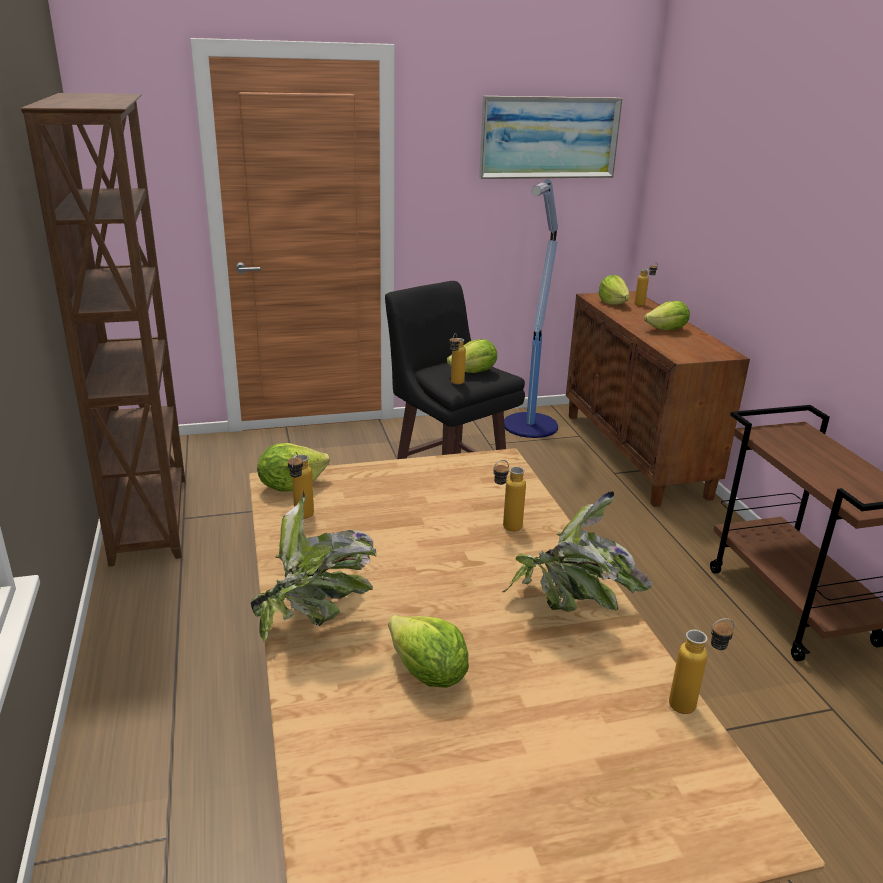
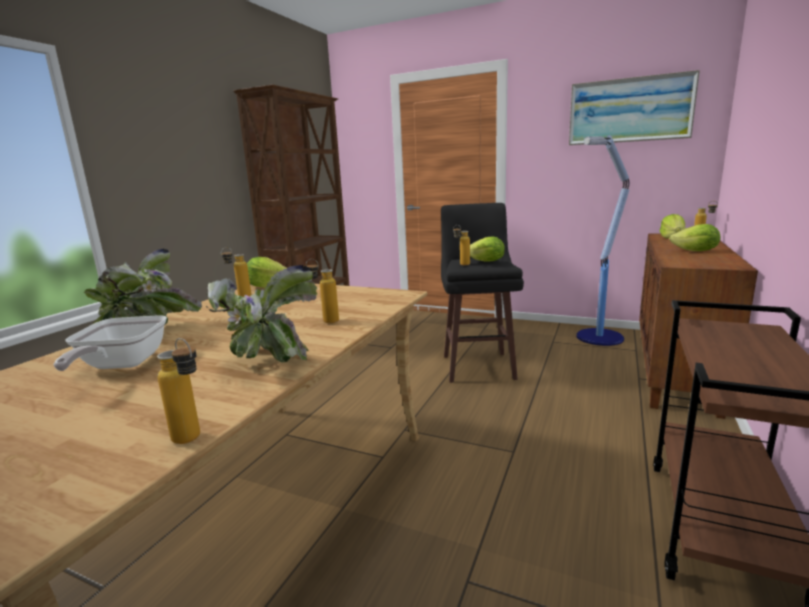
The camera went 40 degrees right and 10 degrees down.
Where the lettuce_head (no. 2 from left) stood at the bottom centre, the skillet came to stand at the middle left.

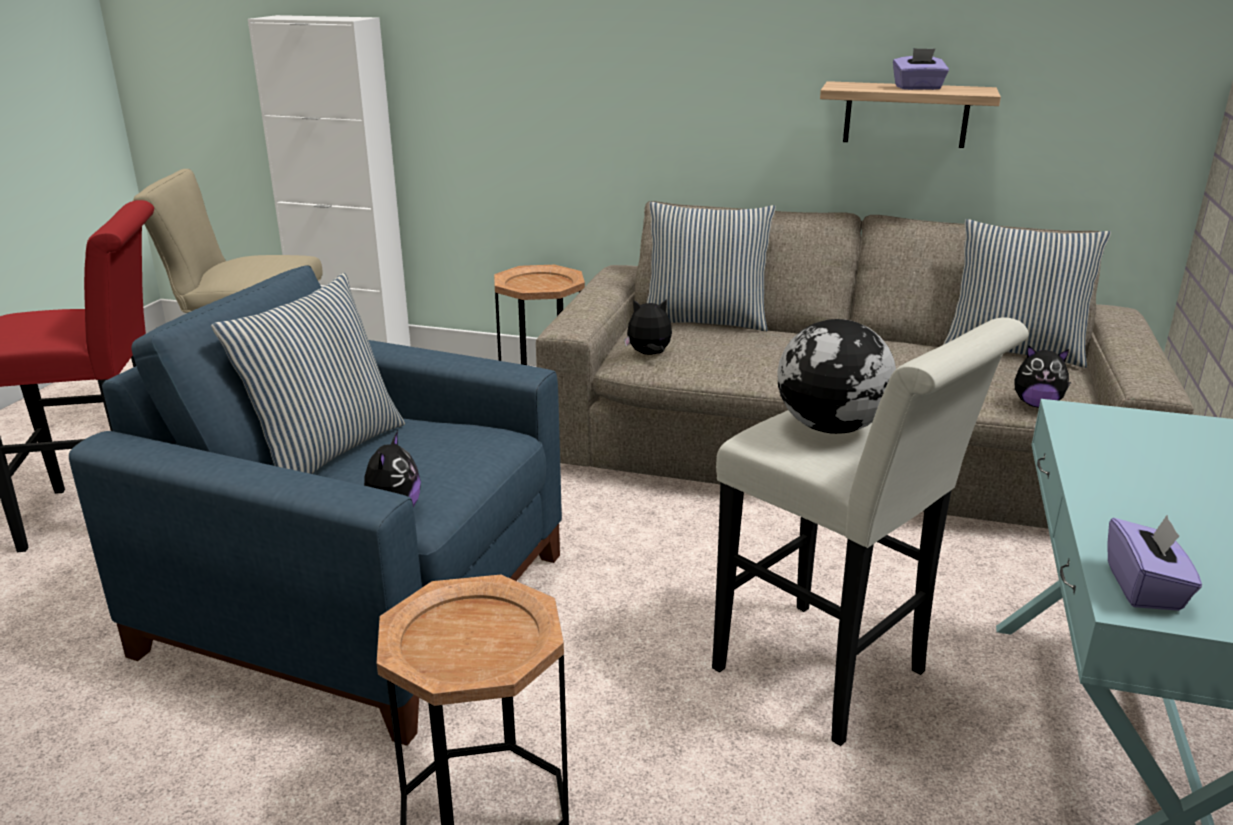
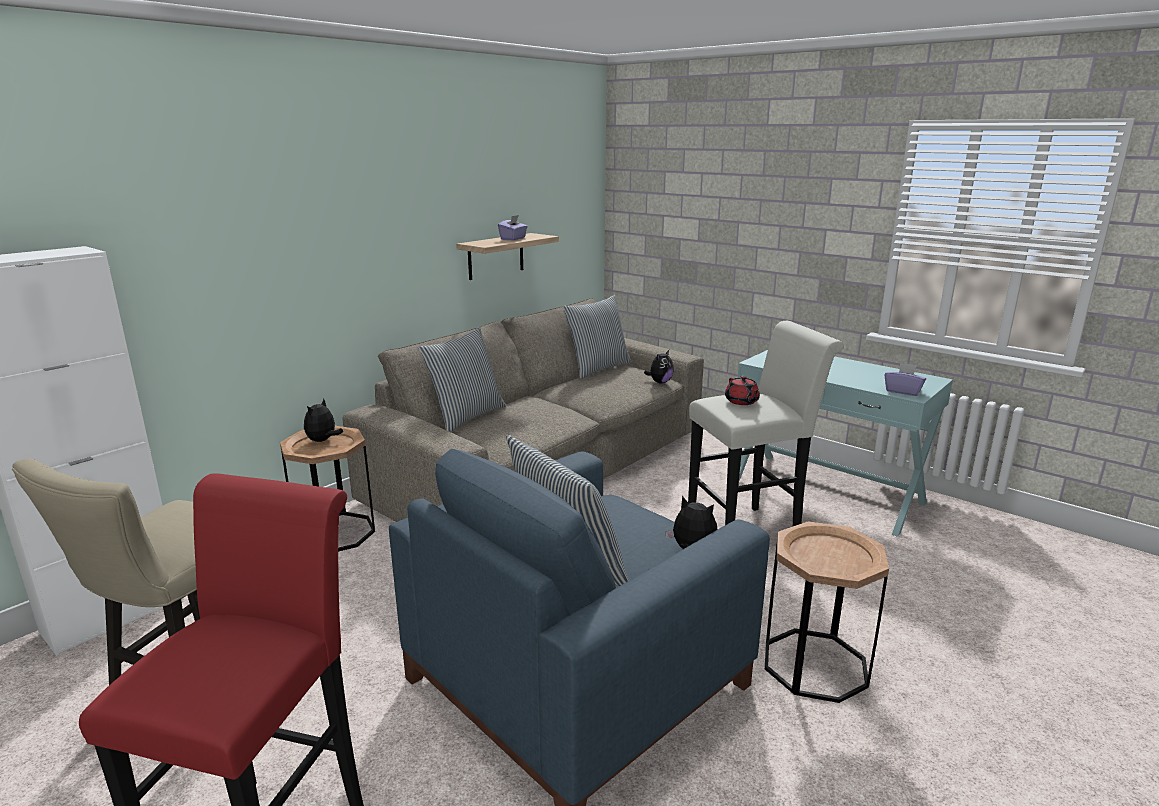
The camera went 65 degrees left and 5 degrees down.
The cuddly_toy (no. 2 from left in the first image) ended up elsewhere, having gone from the centre to the middle left.
Where the world_globe stood at the middle right, the red_pot_for_tea came to stand at the centre.

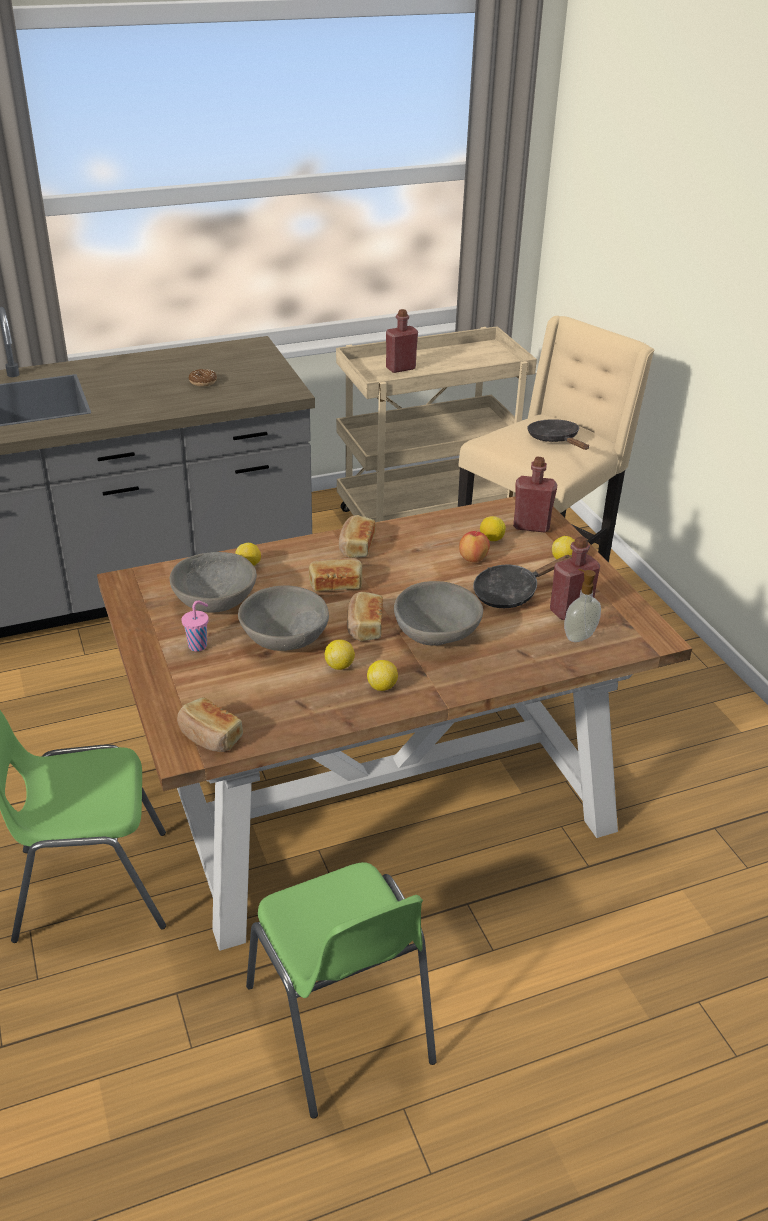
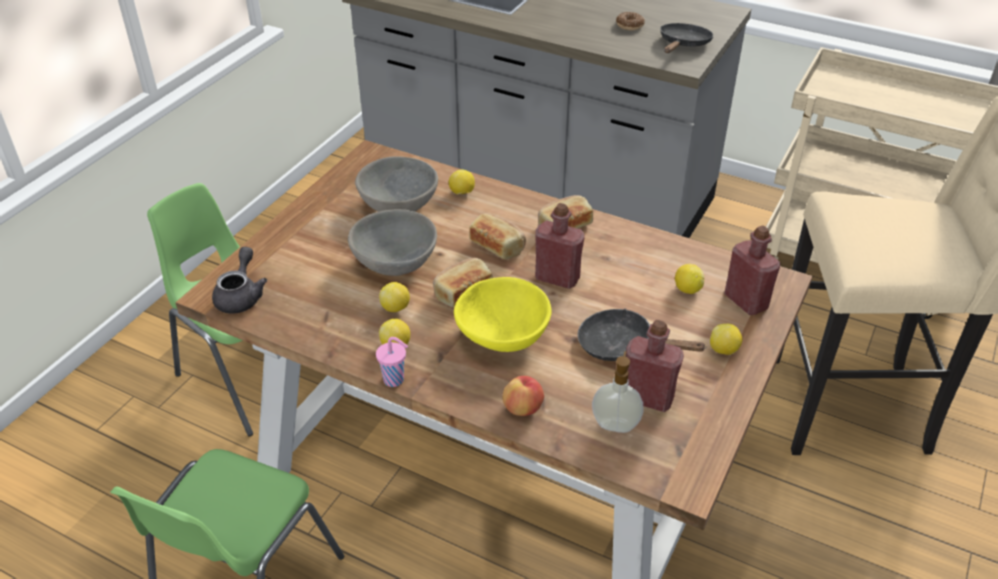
The camera went 50 degrees right and 5 degrees up.
The red_beverage_bottle (no. 1 from left) ended up elsewhere, having gone from the top centre to the centre.
The black-coloured_skillet (no. 2 from left) ended up elsewhere, having gone from the middle right to the top right.
The whole_apple ended up elsewhere, having gone from the centre to the bottom centre.
What was the grey_bowl (no. 3 from left) at the centre turned into the yellow_bowl at the centre.
The pinkish_small_cup ended up elsewhere, having gone from the middle left to the centre.
Where the bread (no. 1 from left) stood at the middle left, the grey_pot_for_tea came to stand at the middle left.

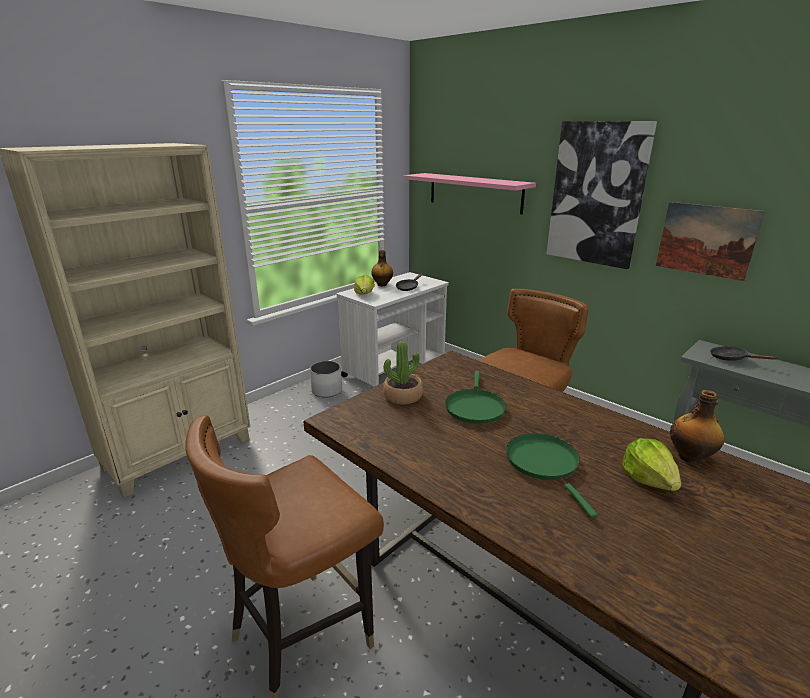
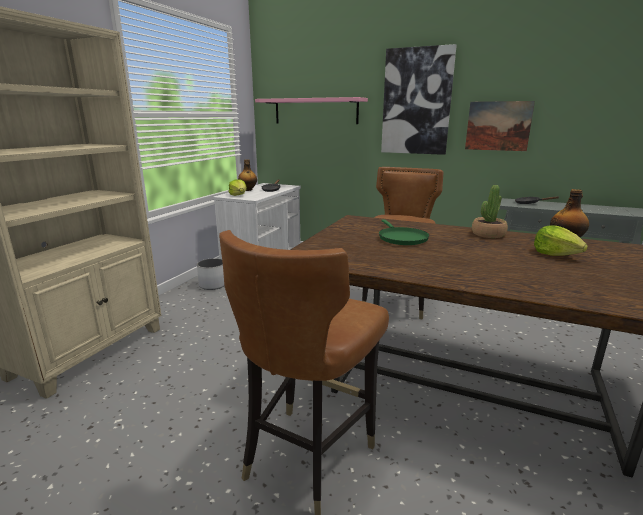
The camera went 20 degrees left and 5 degrees down.
The potted_plant ended up elsewhere, having gone from the centre to the middle right.
The second view lost the greenish_skillet (no. 2 from left) at the bottom right.

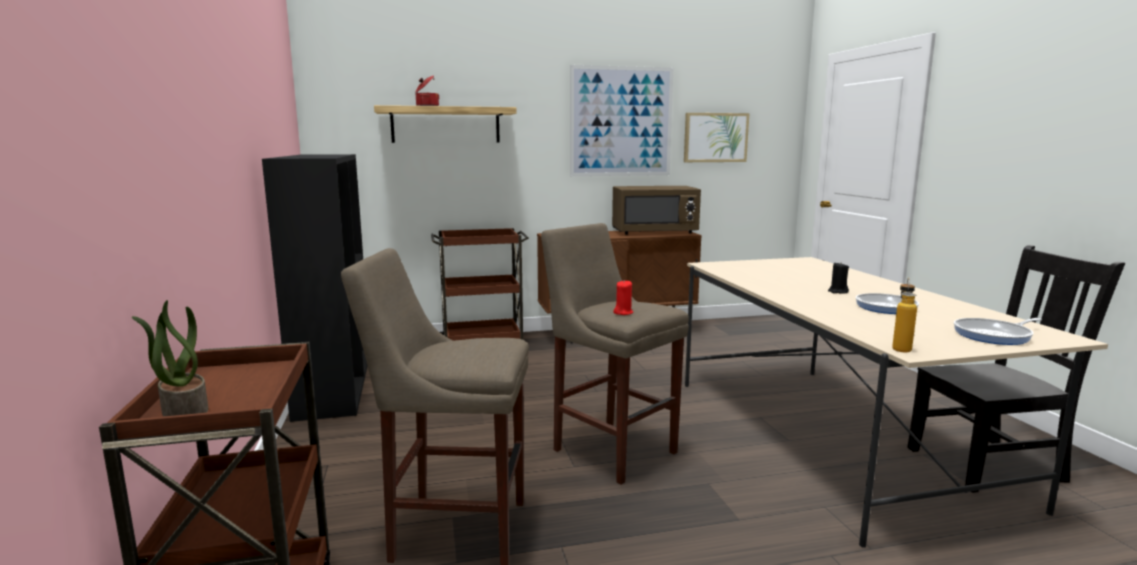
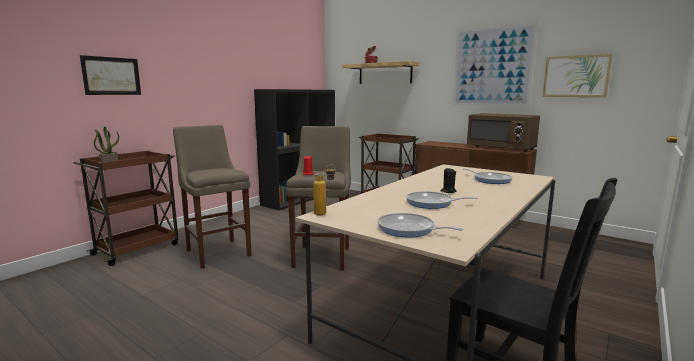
The camera went 50 degrees right and 0 degrees up.
The second view gained the wall_picture (no. 1 from left) at the top left.
The second view gained the skillet (no. 3 from left) at the middle right.

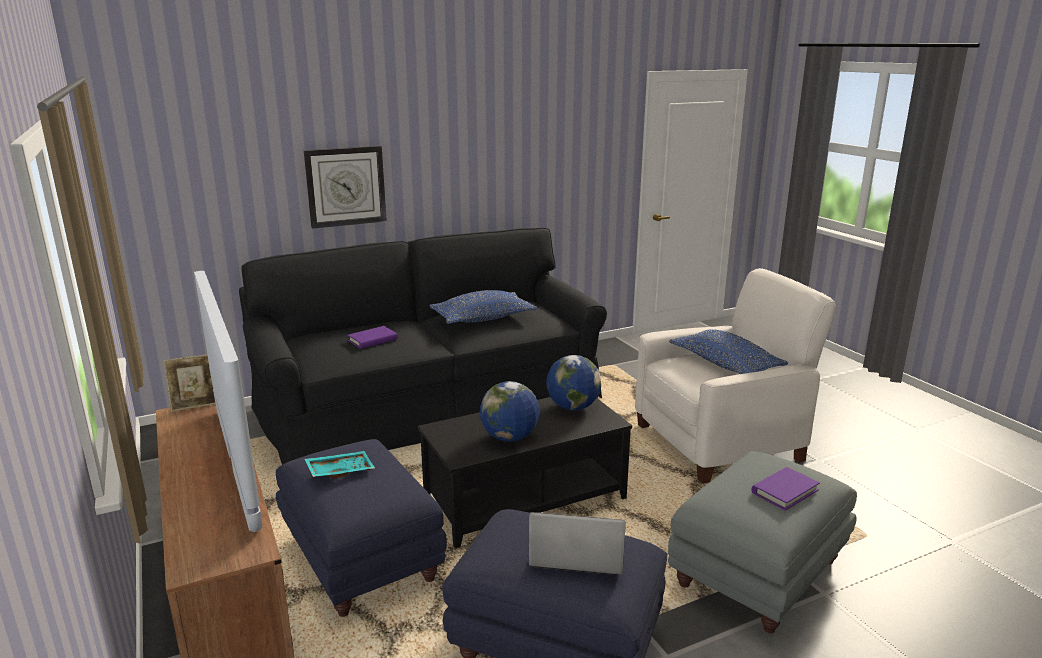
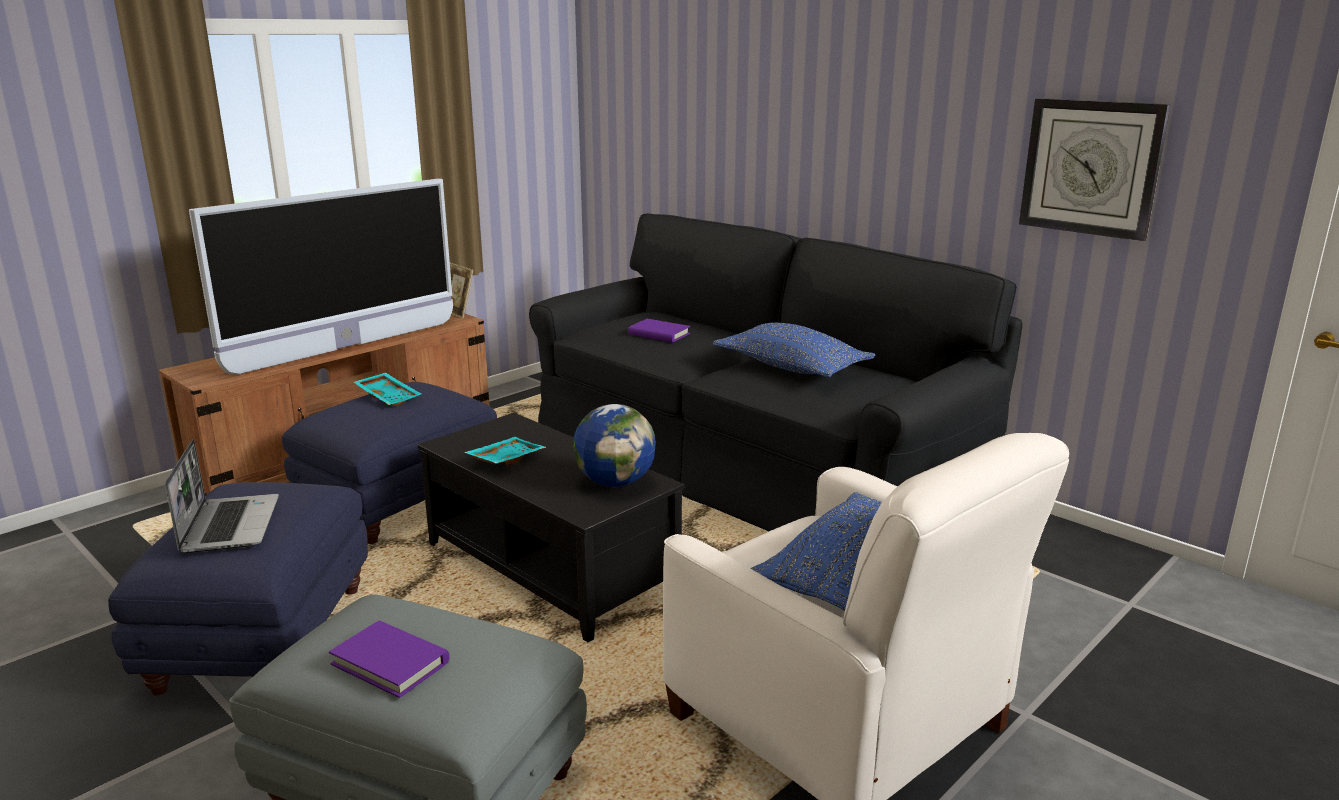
The camera went 70 degrees right and 0 degrees up.
The clock_on_the_wall ended up elsewhere, having gone from the top left to the top right.
Where the world_globe (no. 1 from left) stood at the centre, the turquoise-coloured_carrying_tray (no. 2 from left) came to stand at the centre.

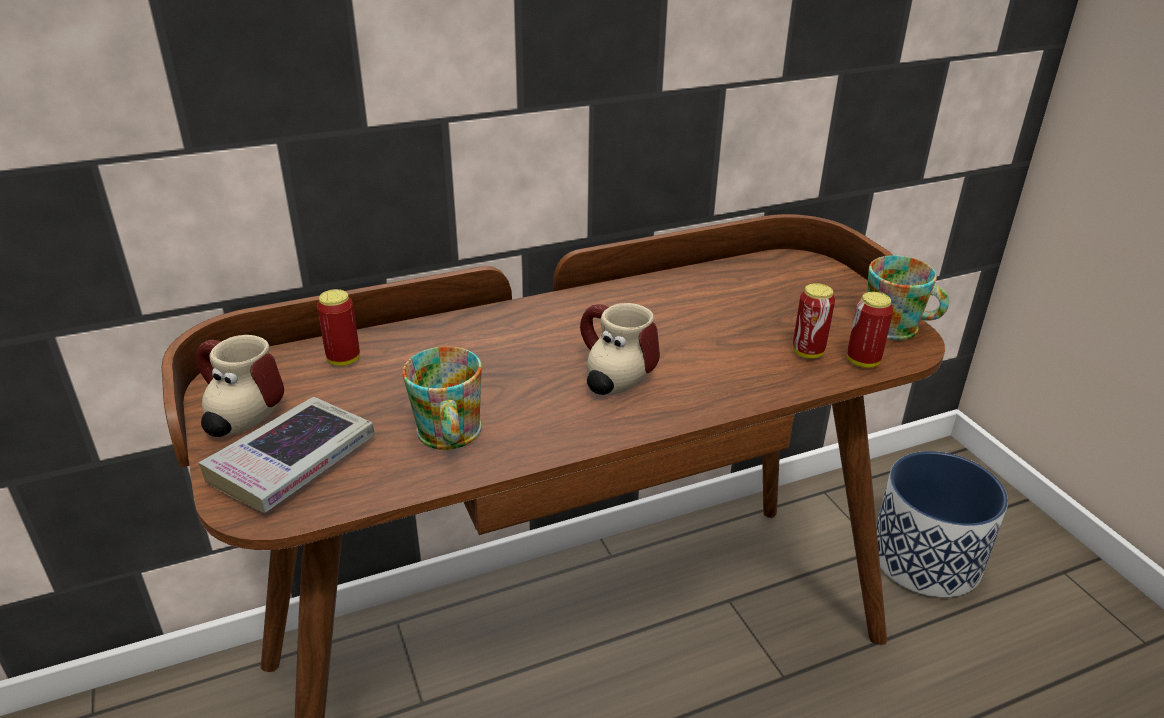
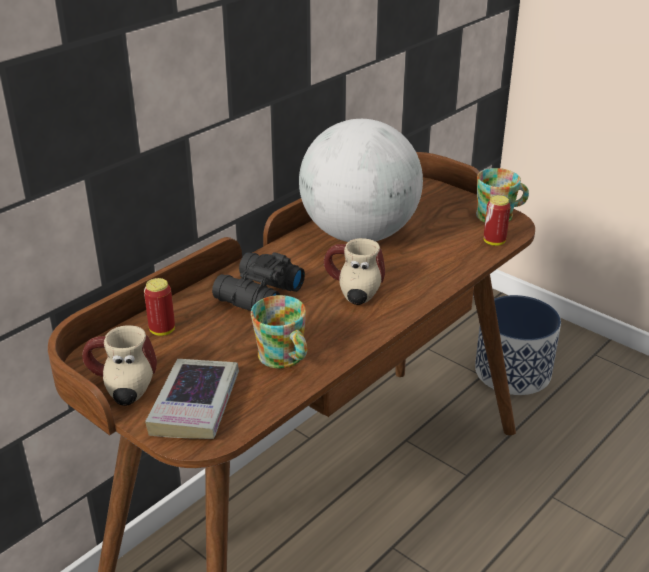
The camera went 25 degrees left and 0 degrees up.
The second view lost the sealed_can (no. 2 from left) at the middle right.
The second view gained the world_globe at the top centre.
The second view gained the black-coloured_field_glasses at the centre.

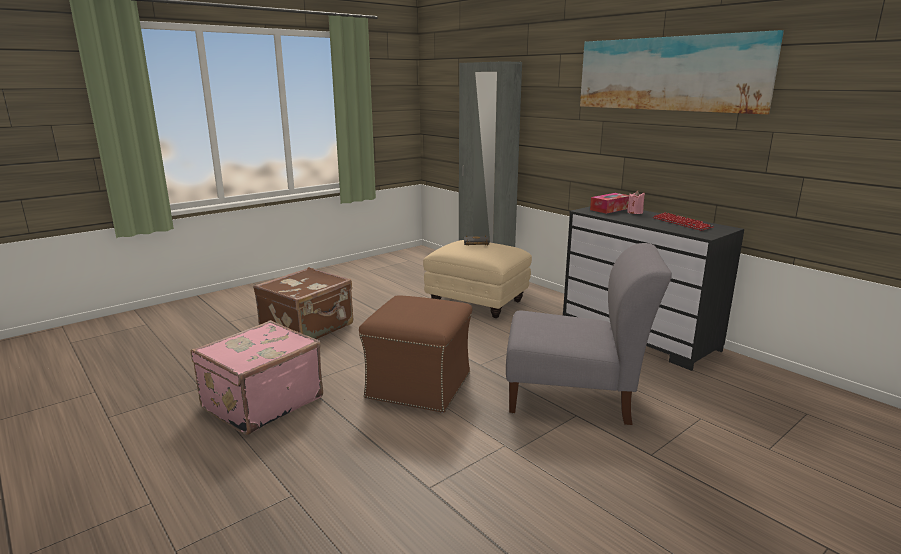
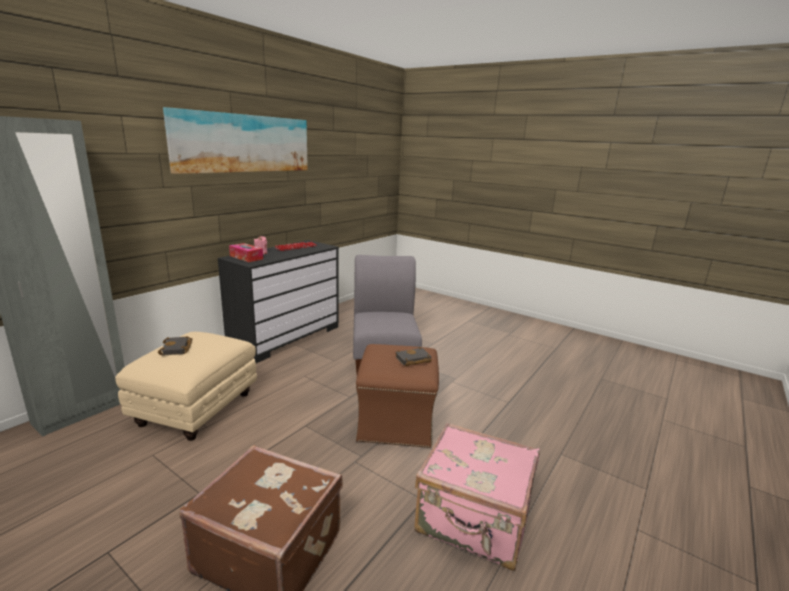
The camera went 105 degrees left and 0 degrees up.
The second view gained the black-coloured_book (no. 2 from left) at the centre.

